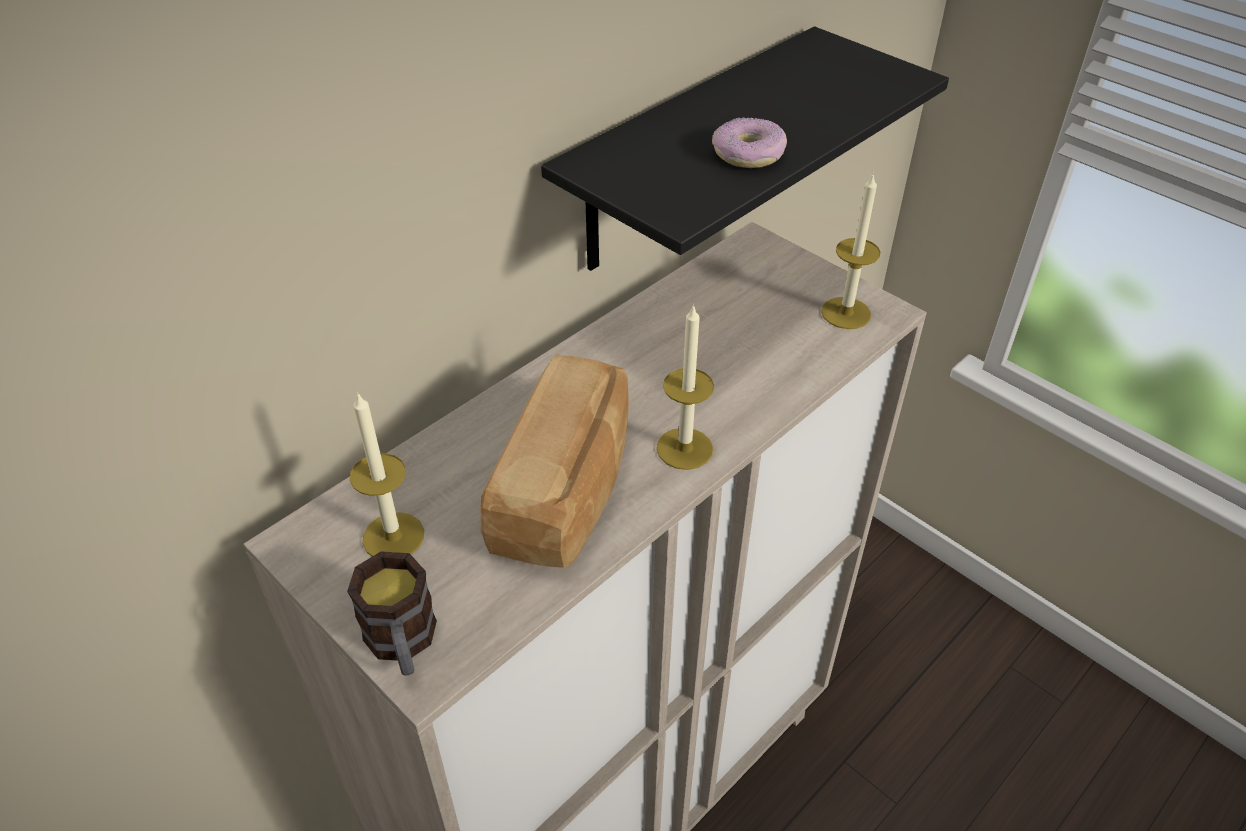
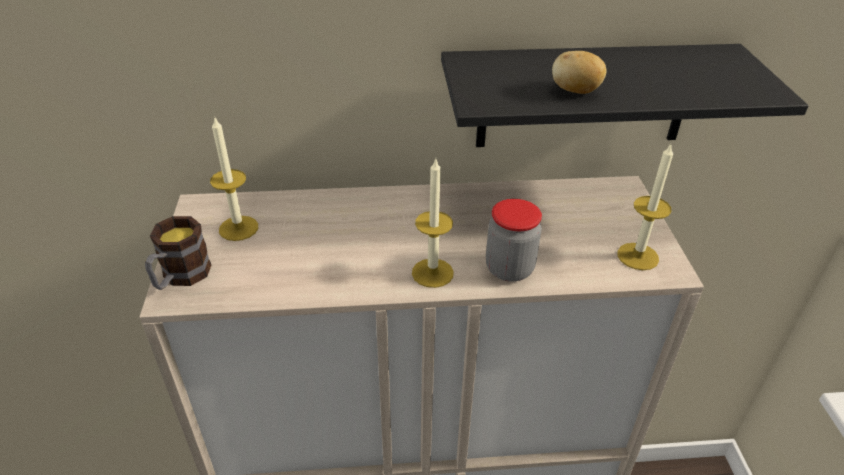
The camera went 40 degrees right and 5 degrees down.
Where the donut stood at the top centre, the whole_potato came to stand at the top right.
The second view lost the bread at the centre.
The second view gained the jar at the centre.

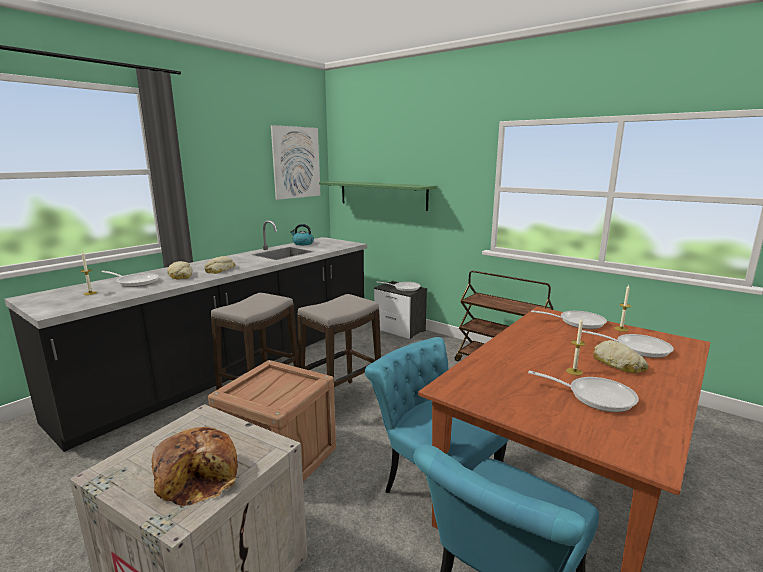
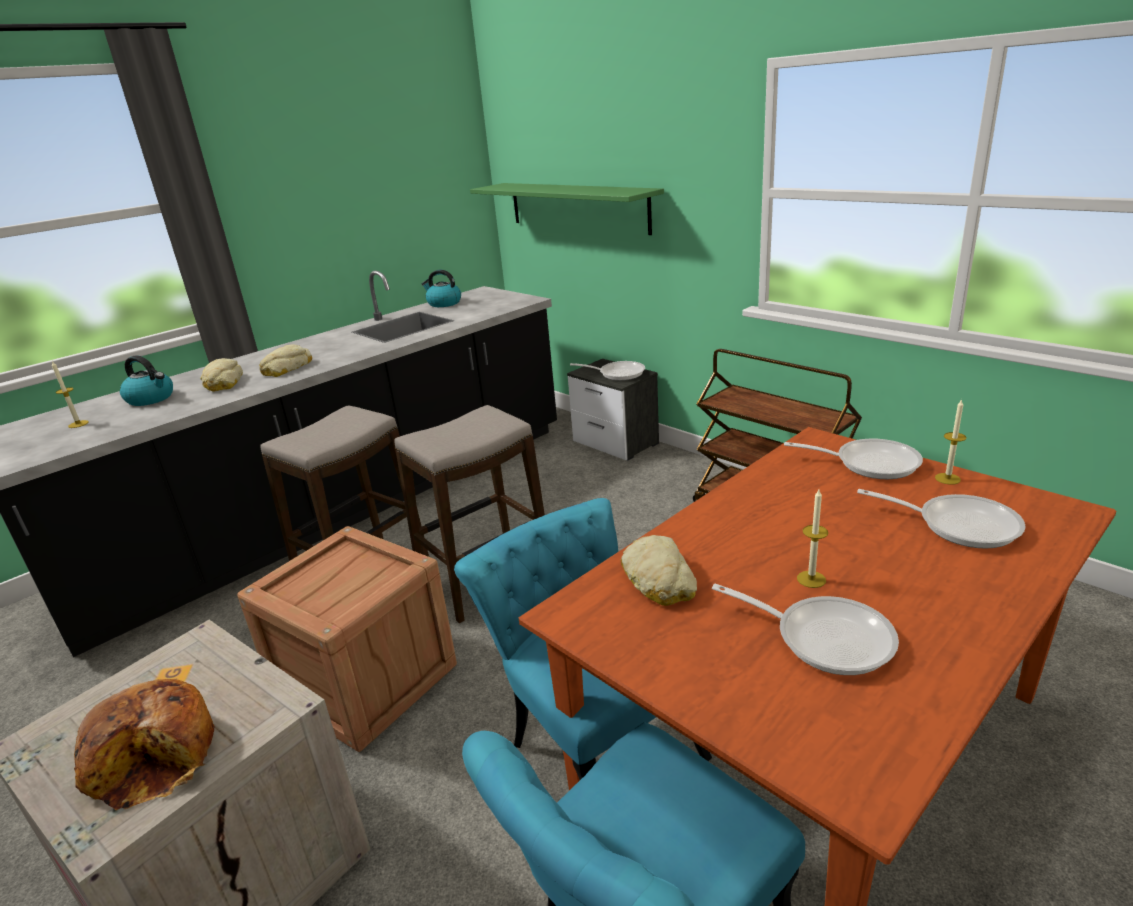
The camera went 10 degrees right and 10 degrees up.
The second view lost the wall_picture at the top centre.
Where the skillet (no. 1 from left) stood at the middle left, the kettle (no. 1 from left) came to stand at the middle left.
The bread (no. 4 from left) ended up elsewhere, having gone from the middle right to the centre.

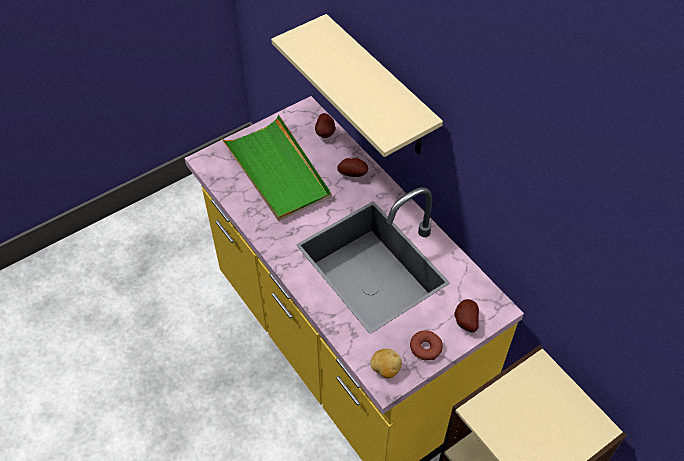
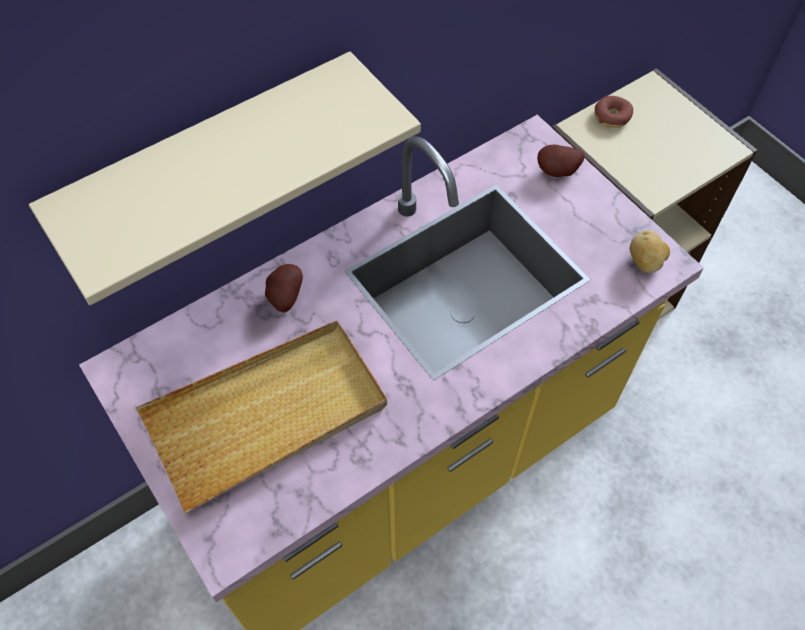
The camera went 90 degrees left and 5 degrees up.
The second view lost the whole_potato (no. 1 from left) at the top centre.
What was the greenish_carrying_tray at the centre turned into the sand-coloured_carrying_tray at the middle left.
The donut ended up elsewhere, having gone from the bottom centre to the top right.

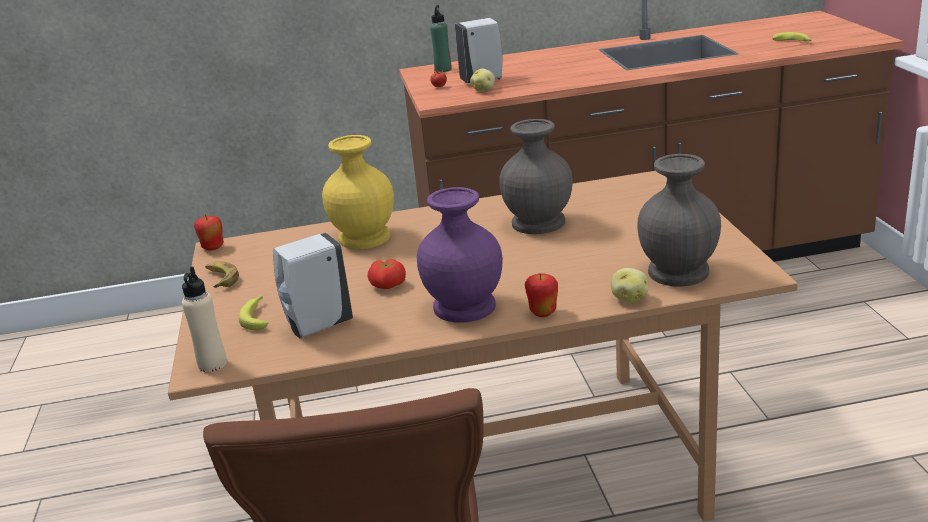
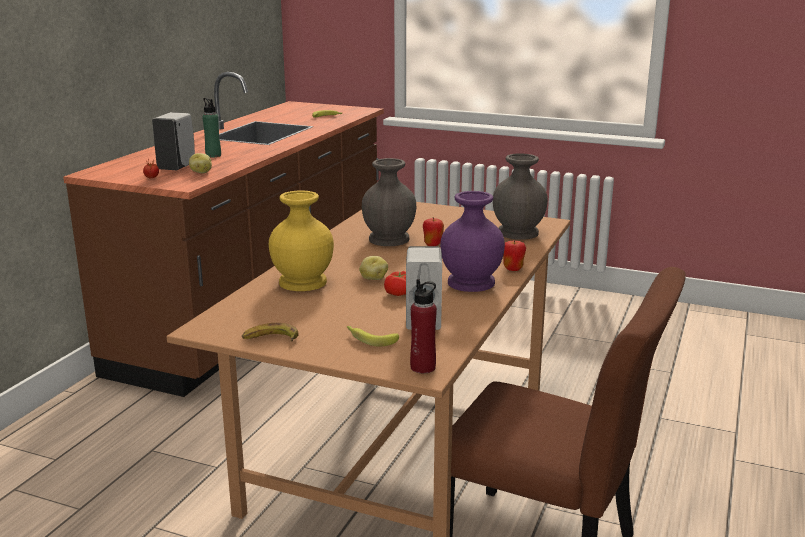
The camera went 60 degrees left and 5 degrees down.
The greenish_beverage_bottle ended up elsewhere, having gone from the top centre to the top left.
The whole_apple (no. 1 from left) ended up elsewhere, having gone from the middle left to the centre.
What was the sand-coloured_beverage_bottle at the middle left turned into the red_beverage_bottle at the centre.
The whole_potato (no. 2 from left) ended up elsewhere, having gone from the middle right to the centre.

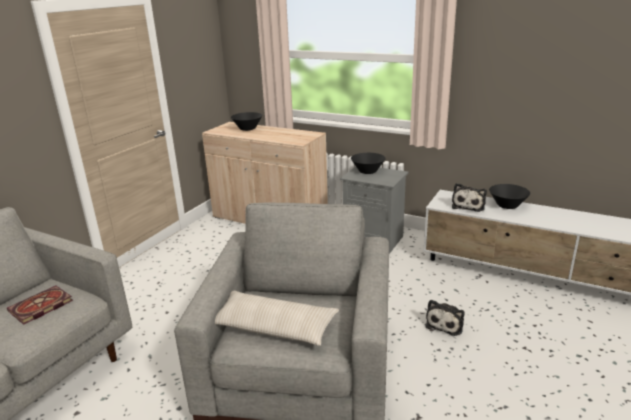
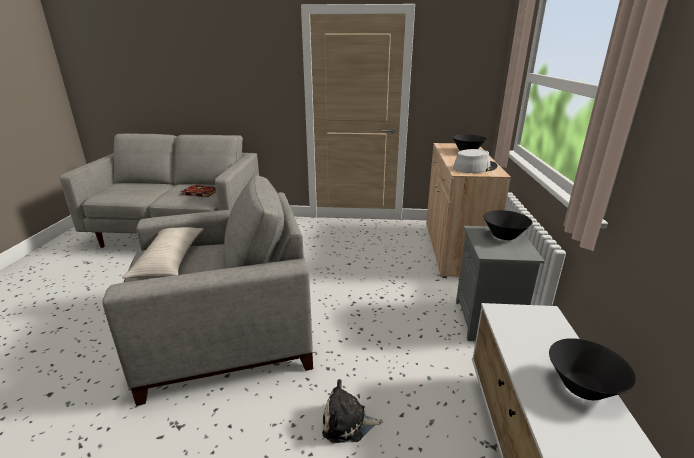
The camera went 65 degrees right and 0 degrees up.
The second view lost the cuddly_toy (no. 2 from left) at the middle right.
The second view gained the grey_clothing_hat at the middle right.

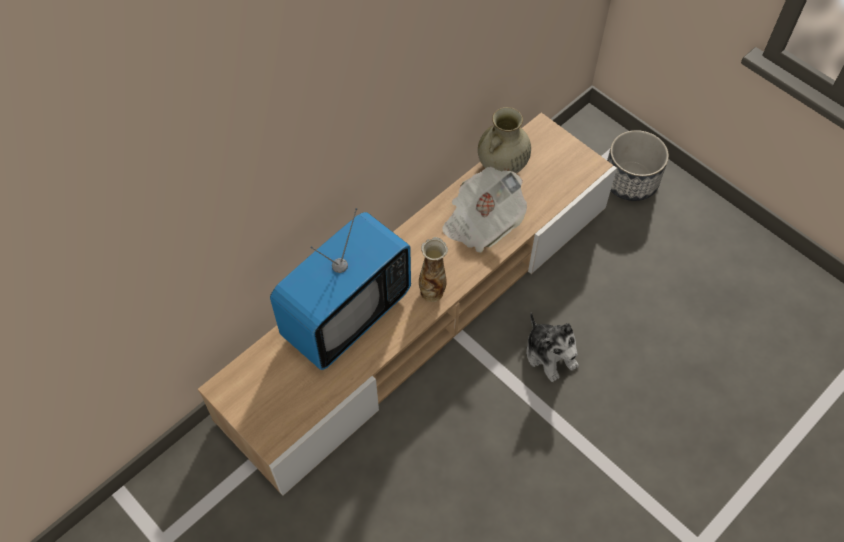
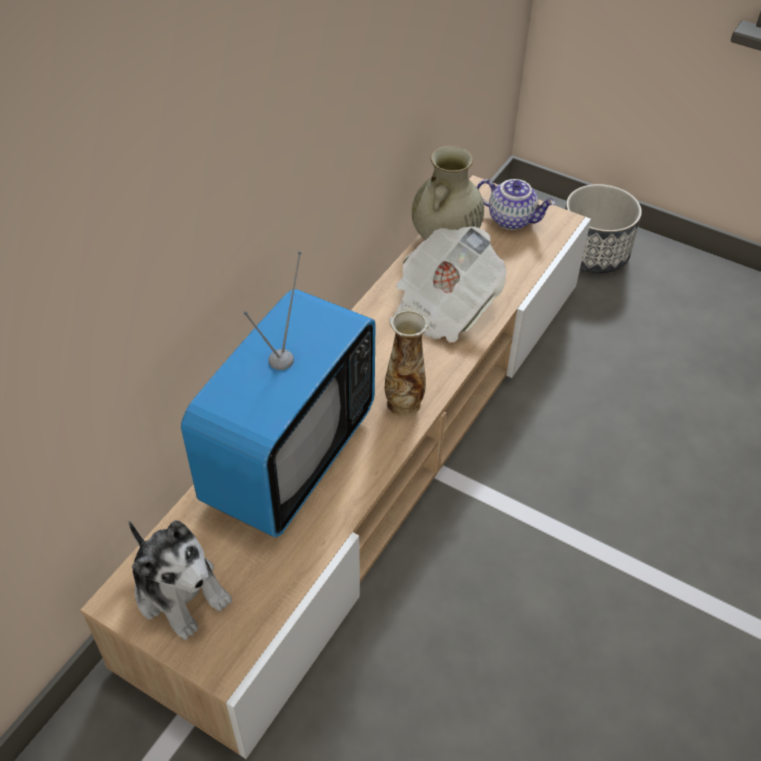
The camera went 15 degrees left and 10 degrees down.
The cuddly_toy ended up elsewhere, having gone from the centre to the bottom left.
The second view gained the pot_for_tea at the top right.

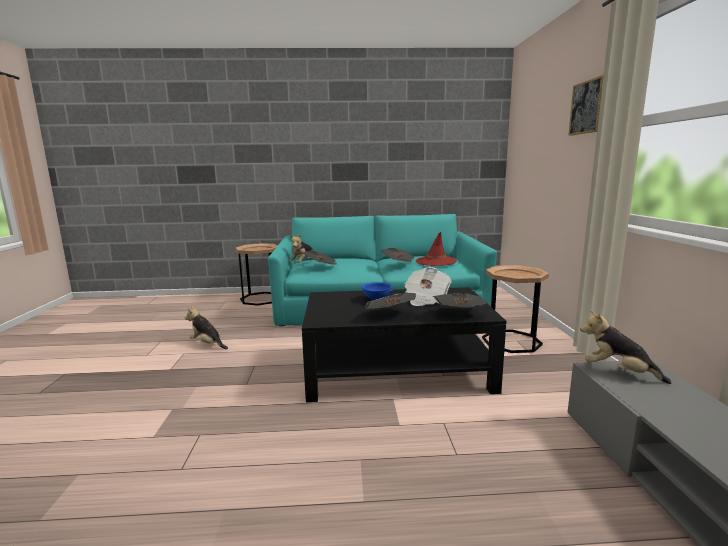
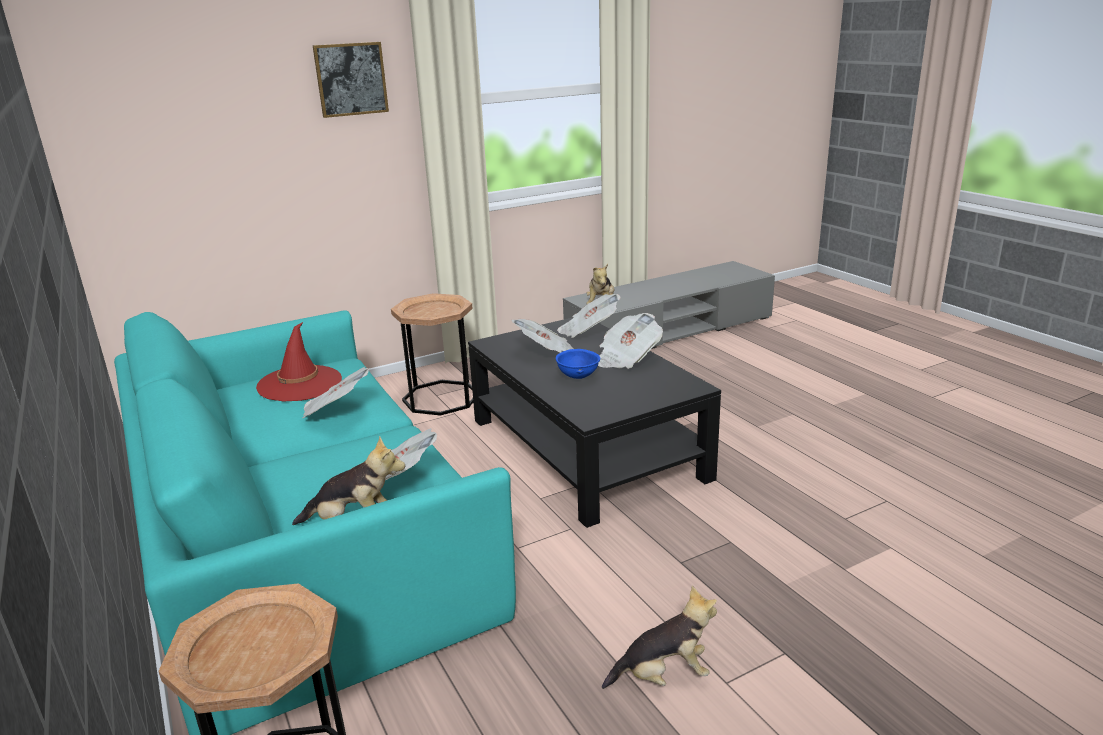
The camera went 115 degrees left and 10 degrees up.
The cuddly_toy (no. 1 from left in the first image) at the middle left ended up facing another way, 105 degrees counterclockwise from before.

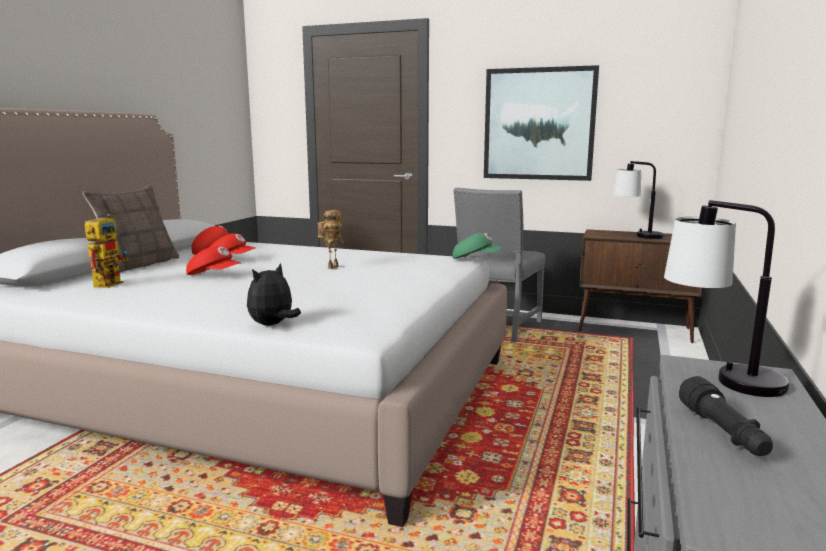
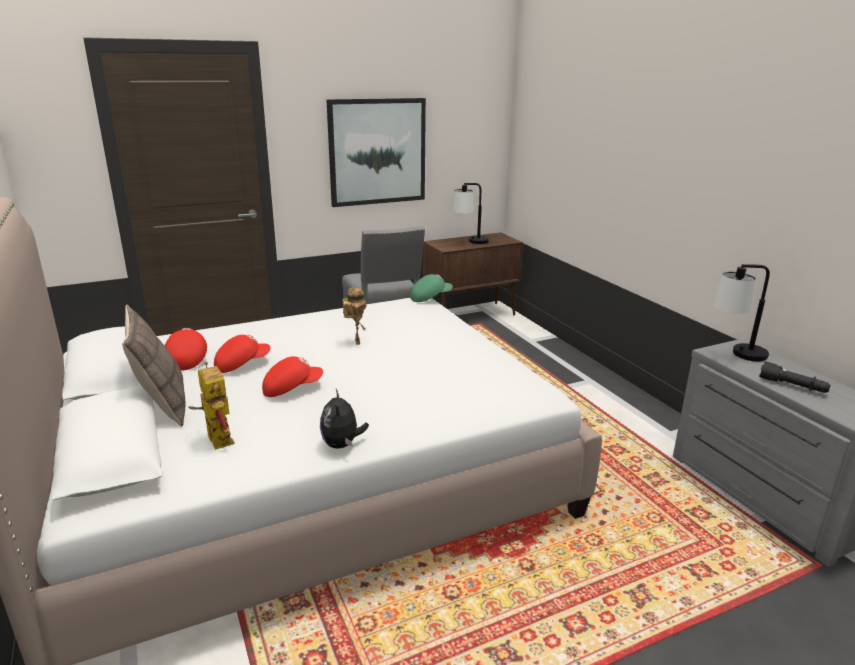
The camera went 45 degrees left and 10 degrees up.
The cuddly_toy ended up elsewhere, having gone from the middle left to the centre.

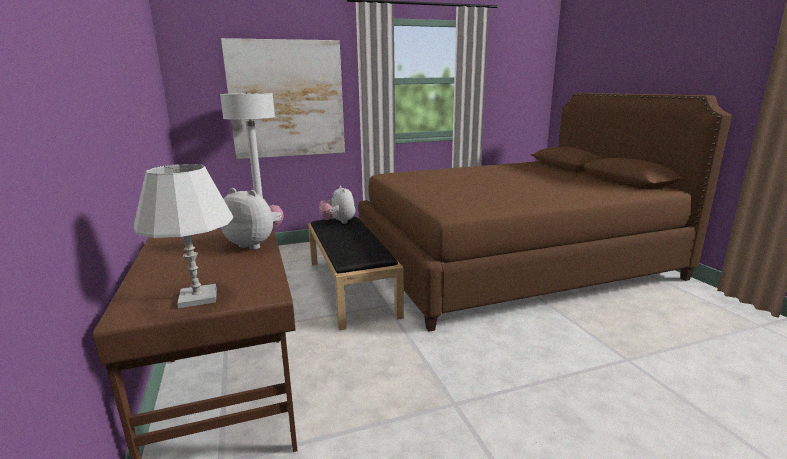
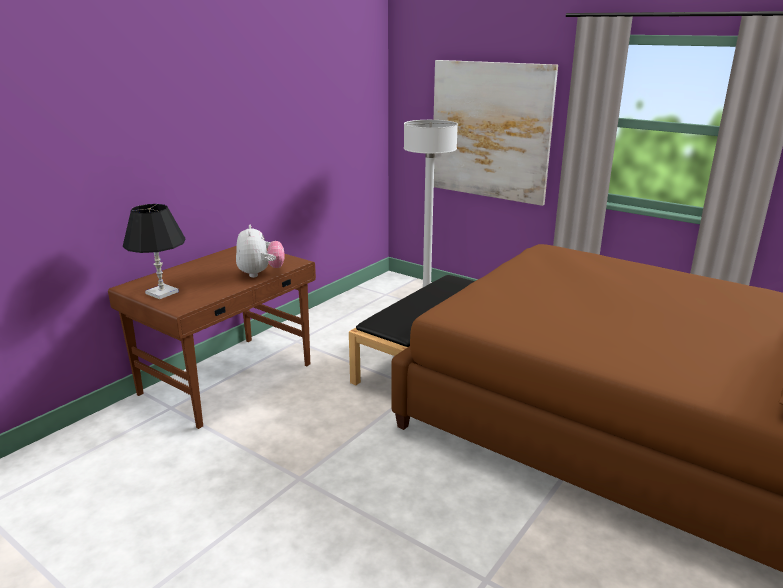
The camera went 55 degrees right and 5 degrees up.
What was the white-coloured_tabletop_lamp at the middle left turned into the black-coloured_tabletop_lamp at the middle left.
The second view lost the cuddly_toy (no. 2 from left) at the centre.

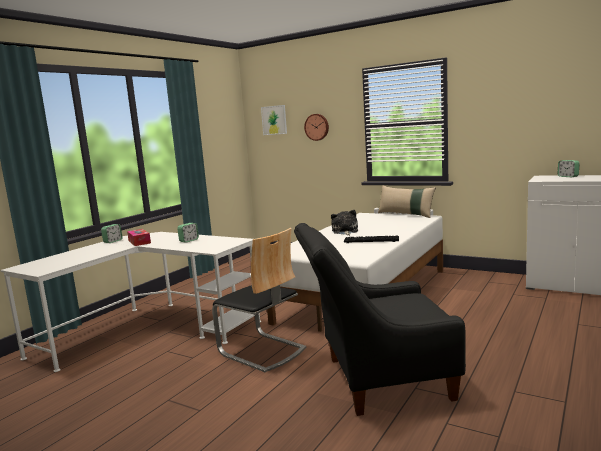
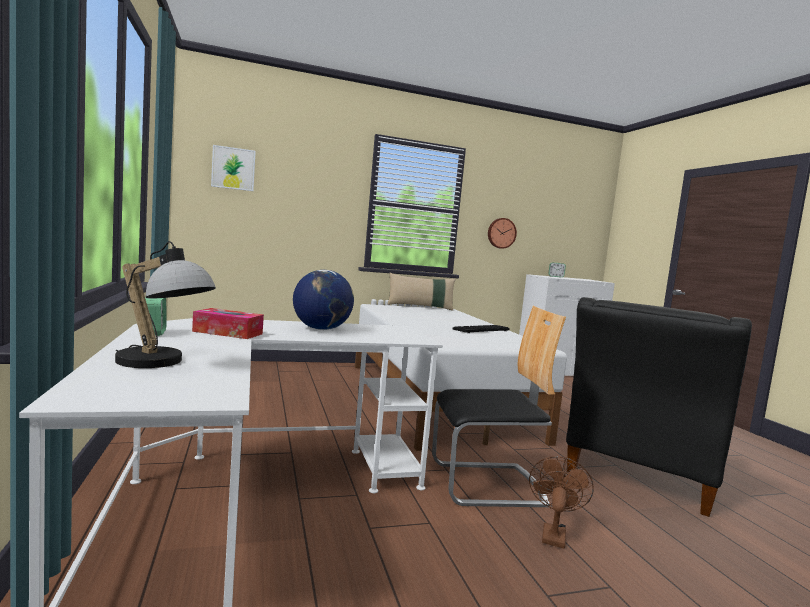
The camera went 50 degrees left and 5 degrees down.
The clock_on_the_wall ended up elsewhere, having gone from the top centre to the centre.
The second view lost the cuddly_toy at the centre.
Where the alarm_clock (no. 2 from left) stood at the middle left, the world_globe came to stand at the centre.
The second view gained the tabletop_lamp at the middle left.
The second view gained the brown-coloured_fan at the bottom right.

